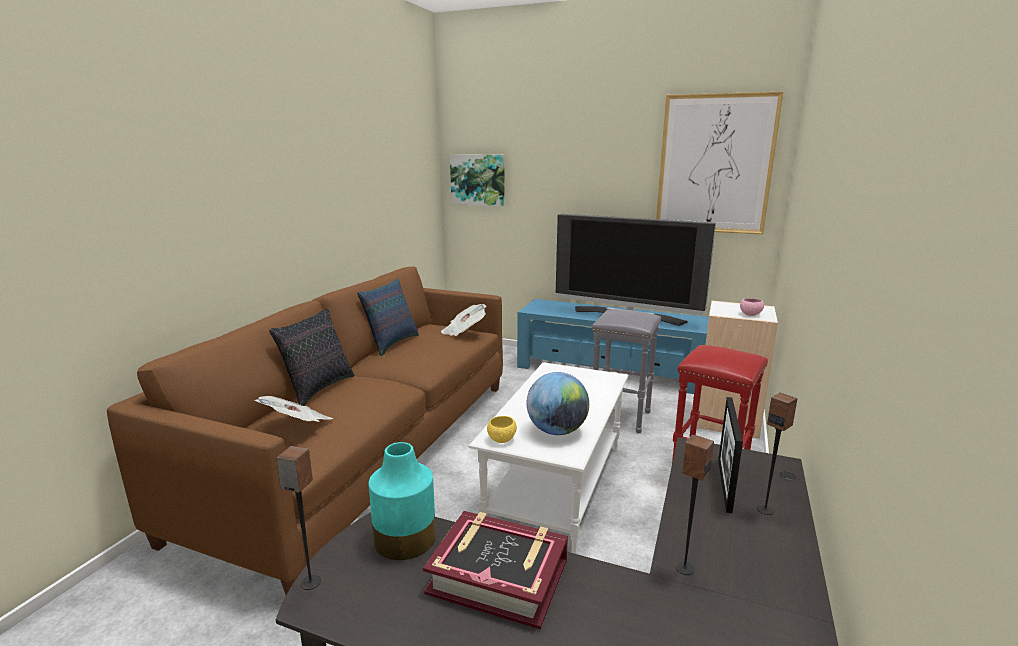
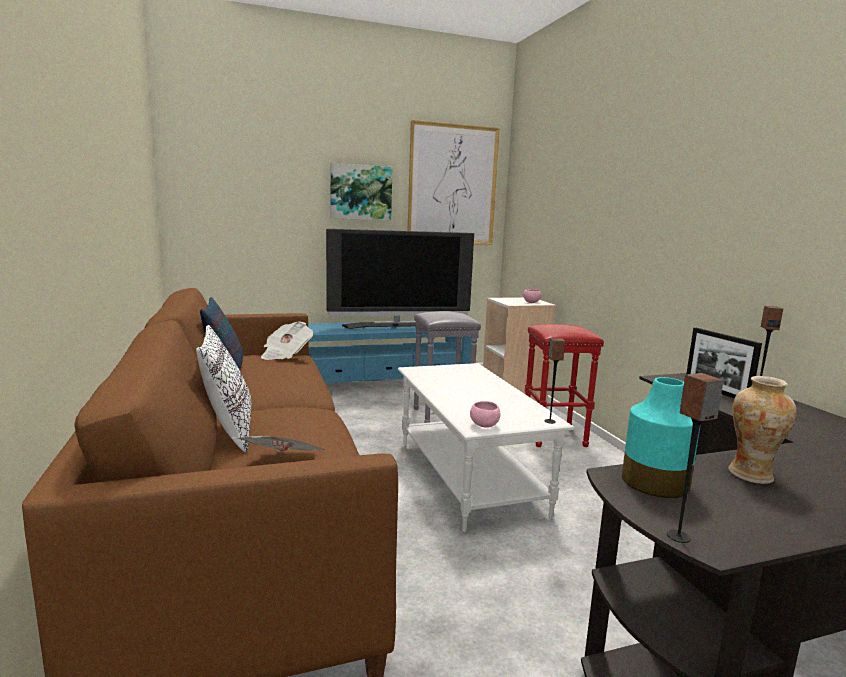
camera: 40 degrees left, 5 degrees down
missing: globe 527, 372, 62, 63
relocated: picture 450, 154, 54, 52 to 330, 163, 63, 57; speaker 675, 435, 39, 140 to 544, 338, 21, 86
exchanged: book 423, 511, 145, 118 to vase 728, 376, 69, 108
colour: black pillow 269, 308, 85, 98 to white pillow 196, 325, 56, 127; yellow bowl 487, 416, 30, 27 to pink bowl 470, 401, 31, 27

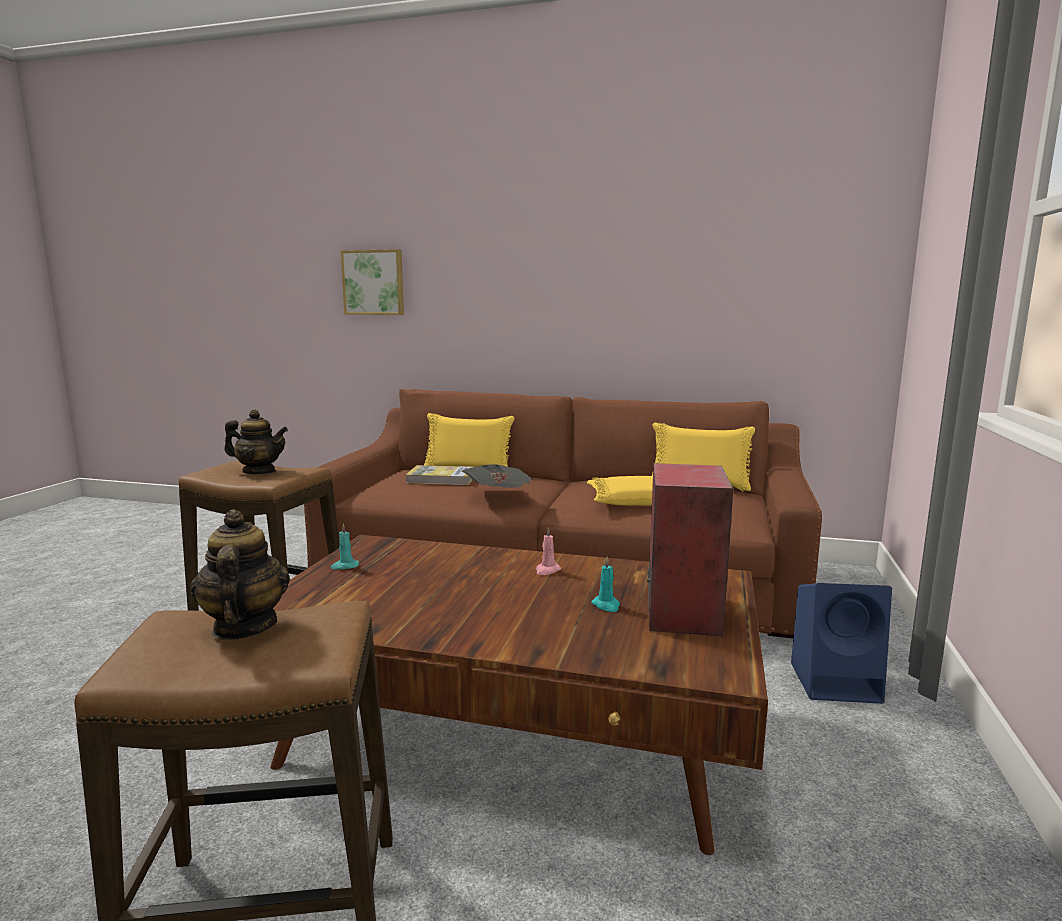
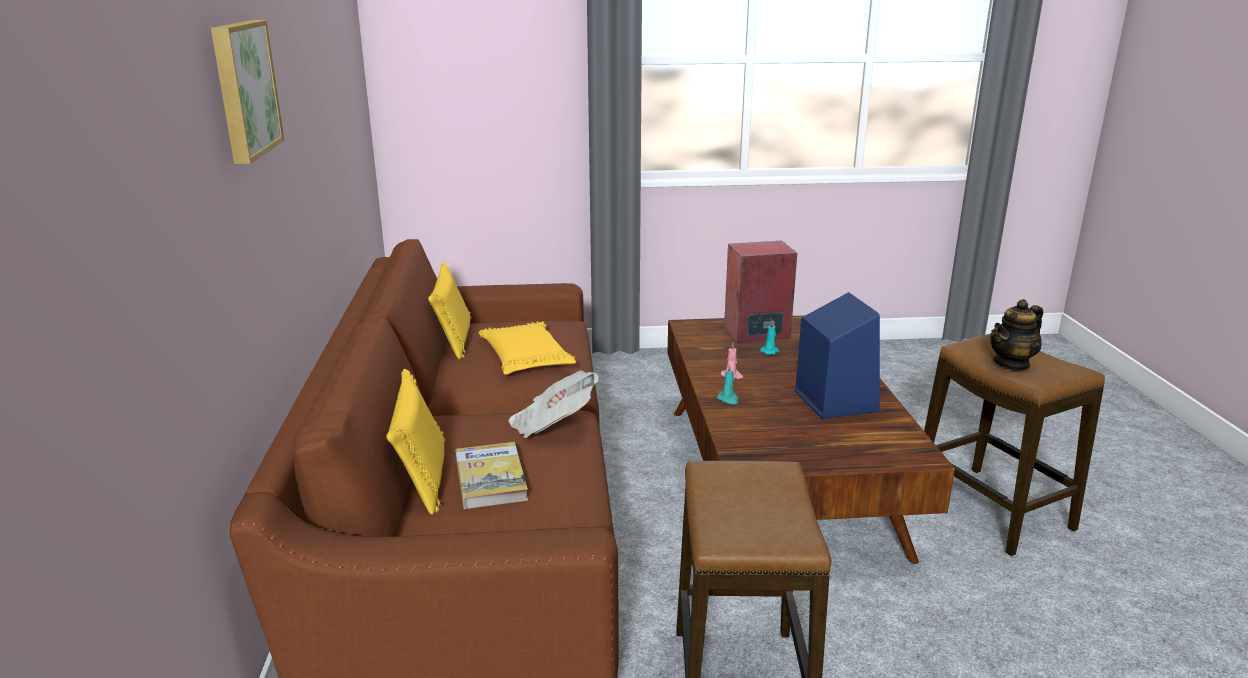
camera: 110 degrees left, 10 degrees up
missing: teapot 224, 410, 64, 64
relocated: picture 341, 249, 63, 66 to 211, 20, 73, 144; turquoise candle 330, 524, 29, 46 to 717, 364, 21, 40; blue speaker 791, 583, 101, 121 to 795, 292, 85, 127

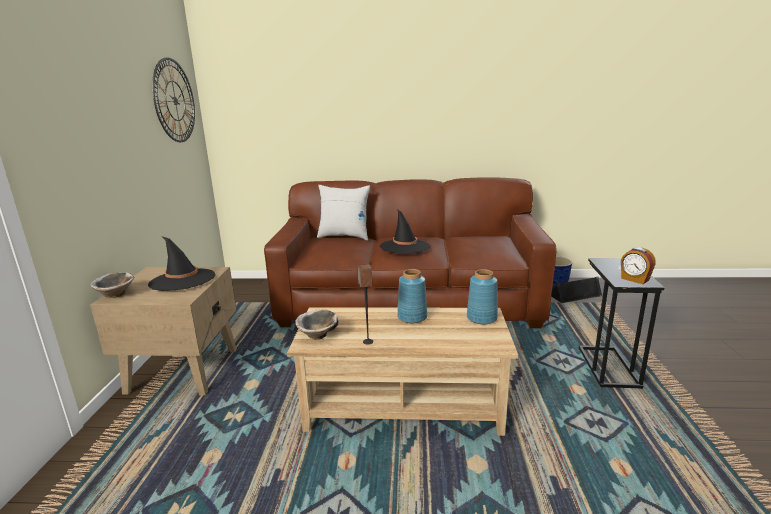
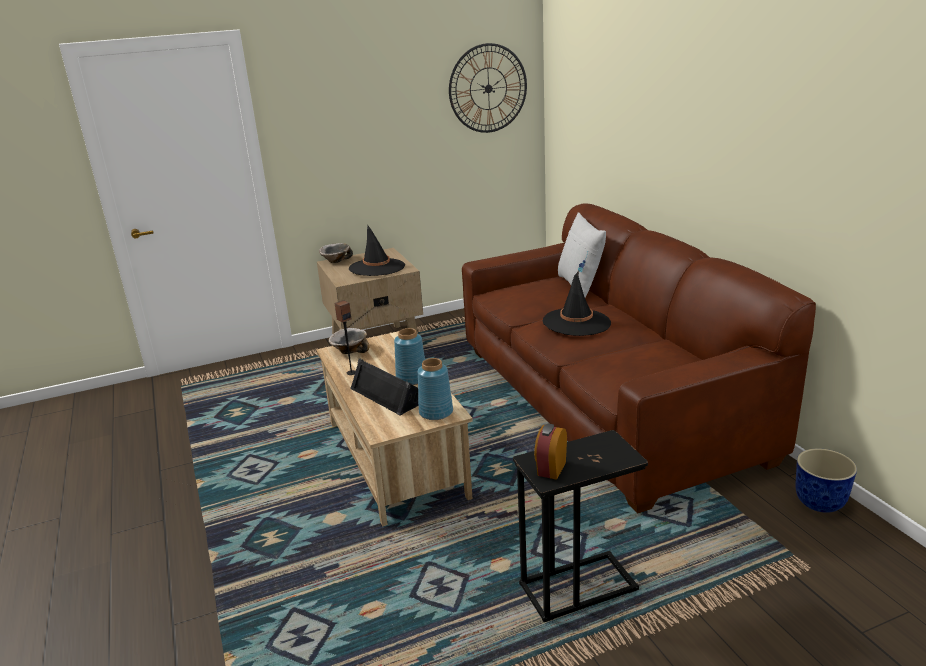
camera: 65 degrees right, 5 degrees up
relocated: black speaker 551, 277, 51, 26 to 350, 358, 69, 58

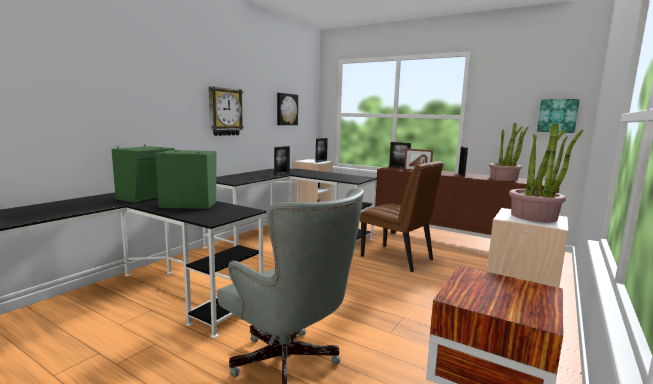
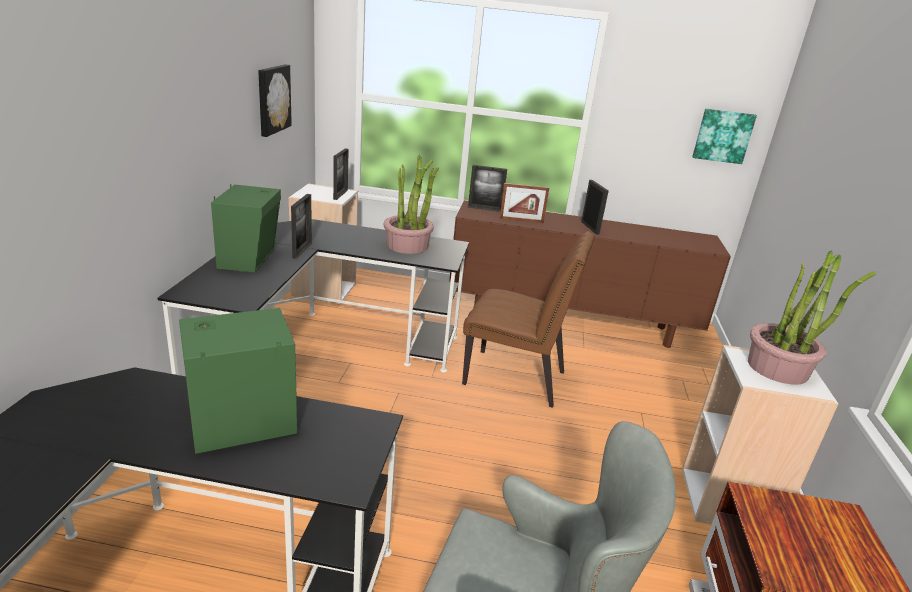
camera: 25 degrees left, 15 degrees up
missing: wall clock 209, 86, 35, 50
relocated: green speaker 112, 145, 63, 58 to 211, 184, 70, 89; potted plant 489, 123, 40, 58 to 384, 154, 55, 100

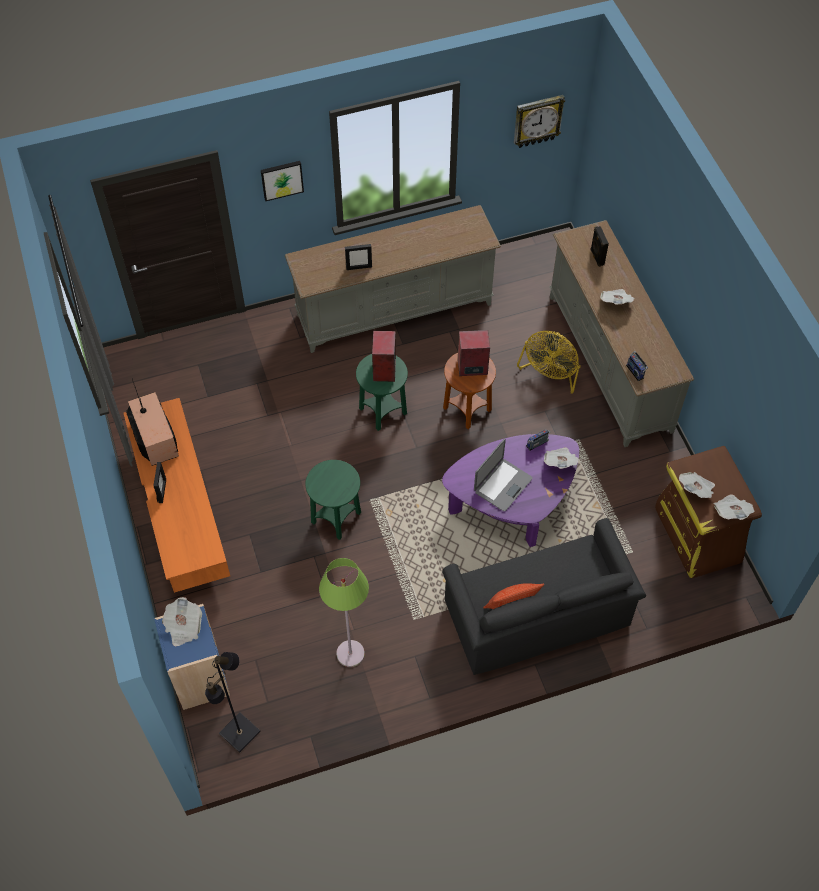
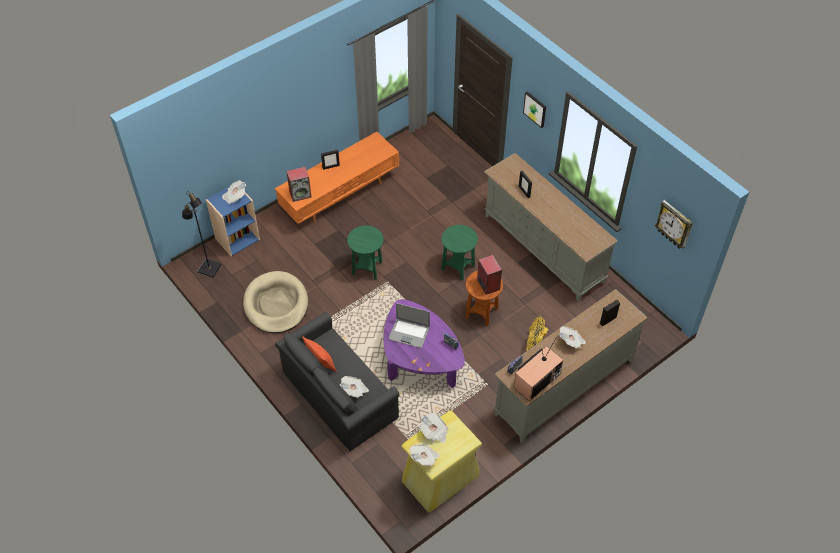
camera: 70 degrees right, 5 degrees down
relocated: speaker 372, 331, 24, 51 to 286, 167, 26, 35; newspaper 544, 447, 35, 22 to 340, 376, 29, 22; television 126, 378, 53, 88 to 514, 337, 49, 64
exchanged: green floor lamp 319, 558, 50, 109 to beige dog bed 243, 271, 65, 62
colour: brown nightstand 655, 446, 107, 132 to yellow nightstand 402, 411, 80, 102

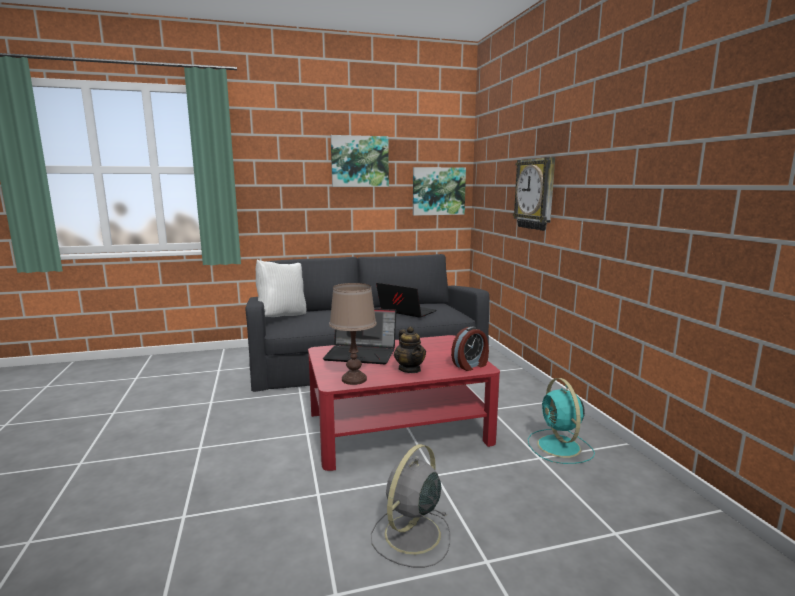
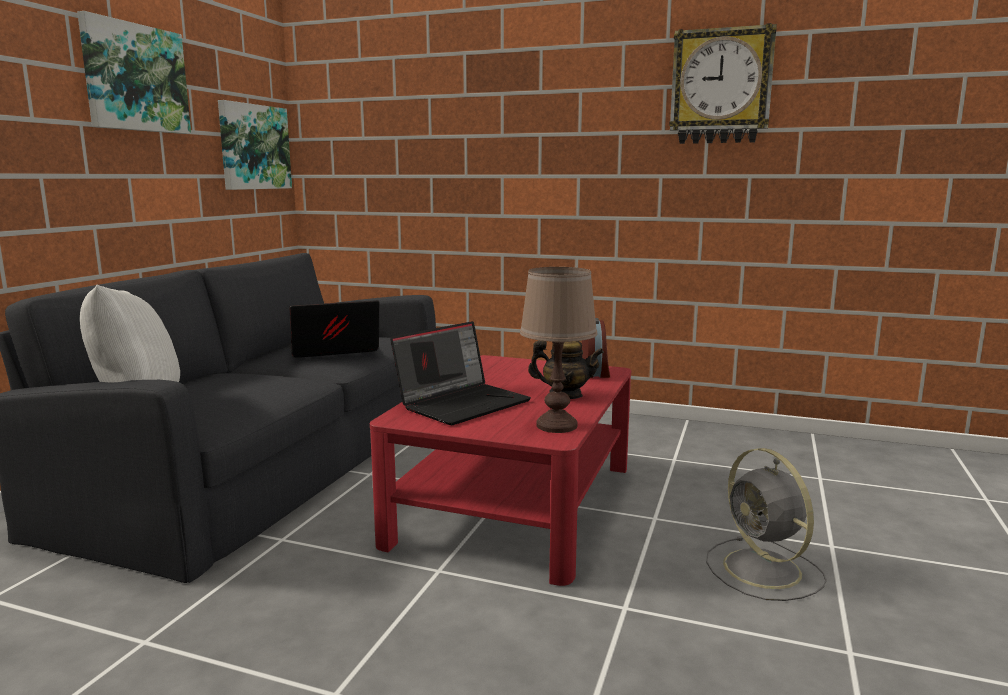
camera: 55 degrees left, 0 degrees up
missing: turquoise fan 528, 378, 67, 86
relocated: wall clock 513, 157, 42, 74 to 669, 23, 108, 121

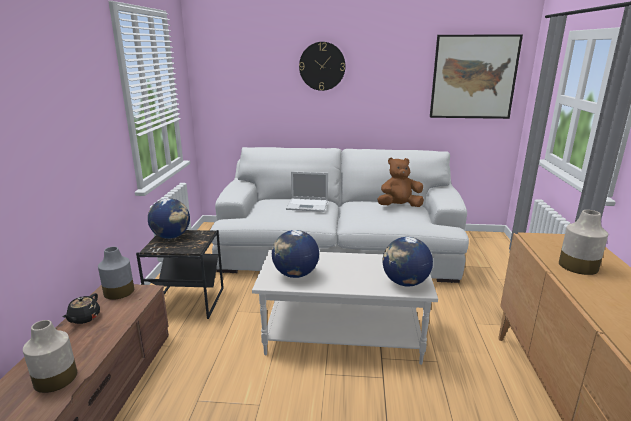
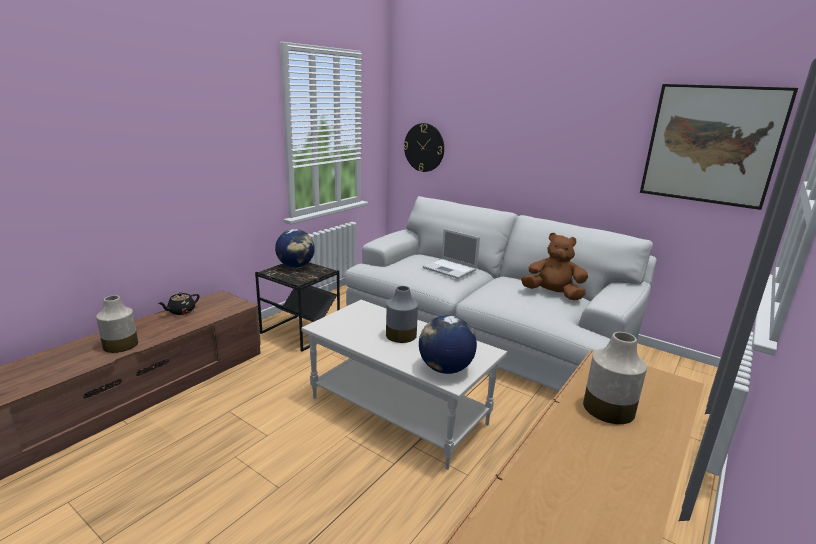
camera: 30 degrees right, 0 degrees up
missing: globe 272, 230, 47, 48
relocated: grey vase 98, 247, 36, 53 to 386, 286, 32, 57; wall clock 299, 42, 47, 49 to 404, 123, 40, 49

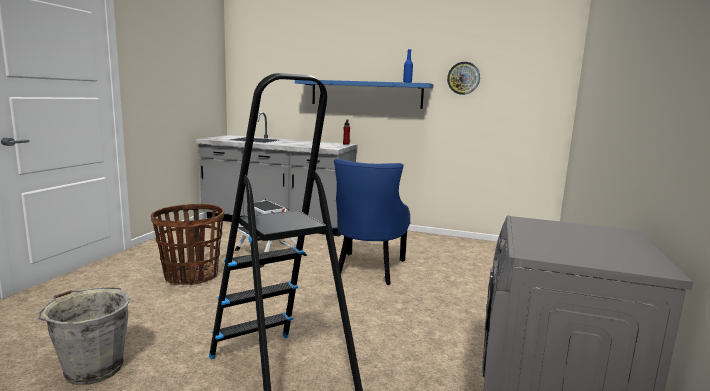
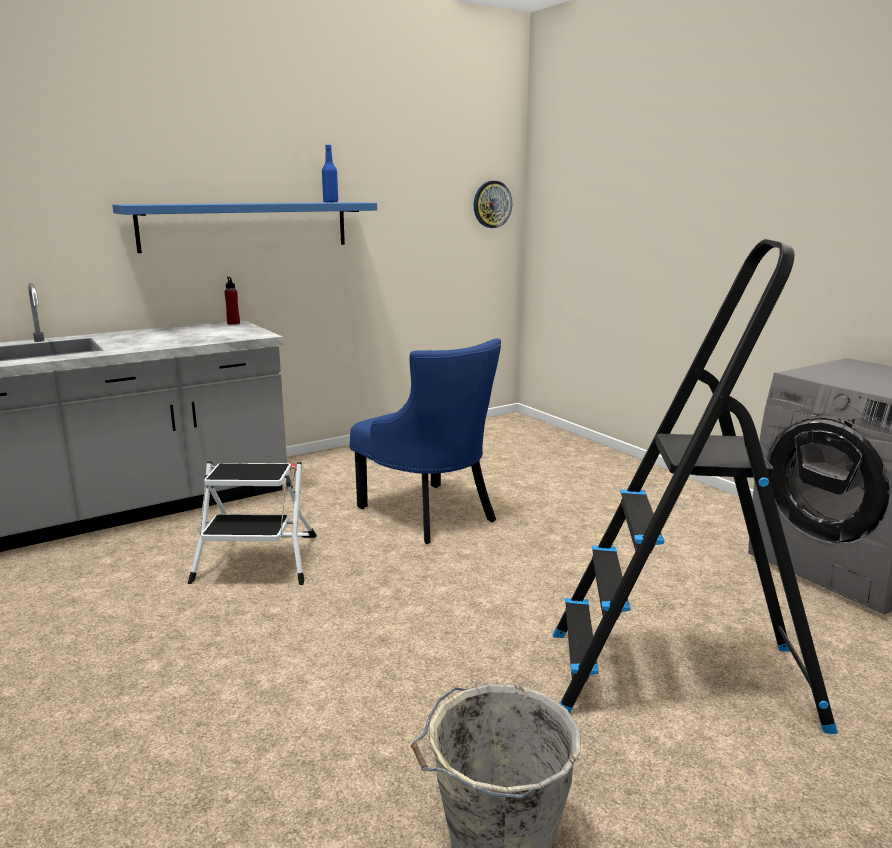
camera: 50 degrees left, 5 degrees up
missing: basket 151, 204, 74, 81
relocated: wall clock 447, 62, 33, 33 to 474, 181, 38, 47

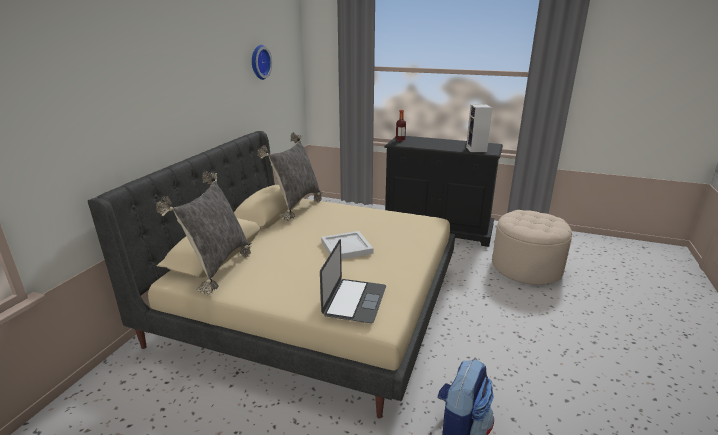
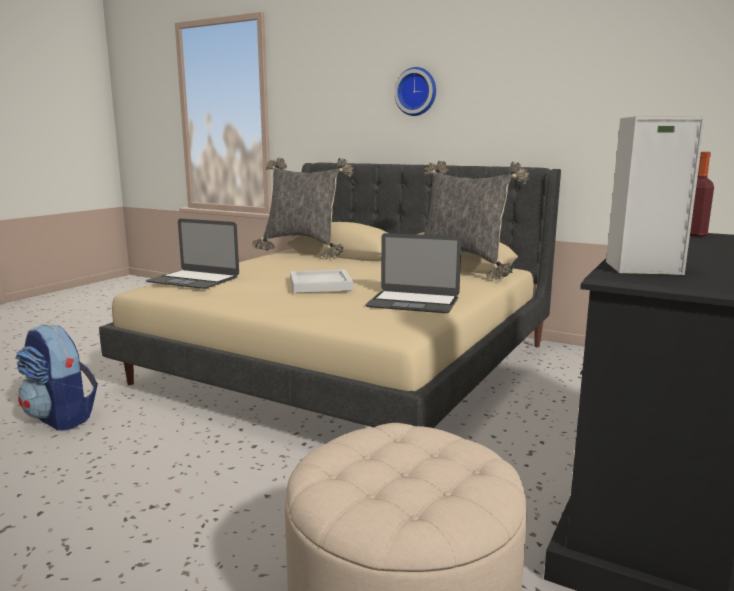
camera: 100 degrees right, 10 degrees down
appeared: laptop 365, 233, 96, 80
relocated: wall clock 252, 45, 20, 35 to 394, 67, 42, 49

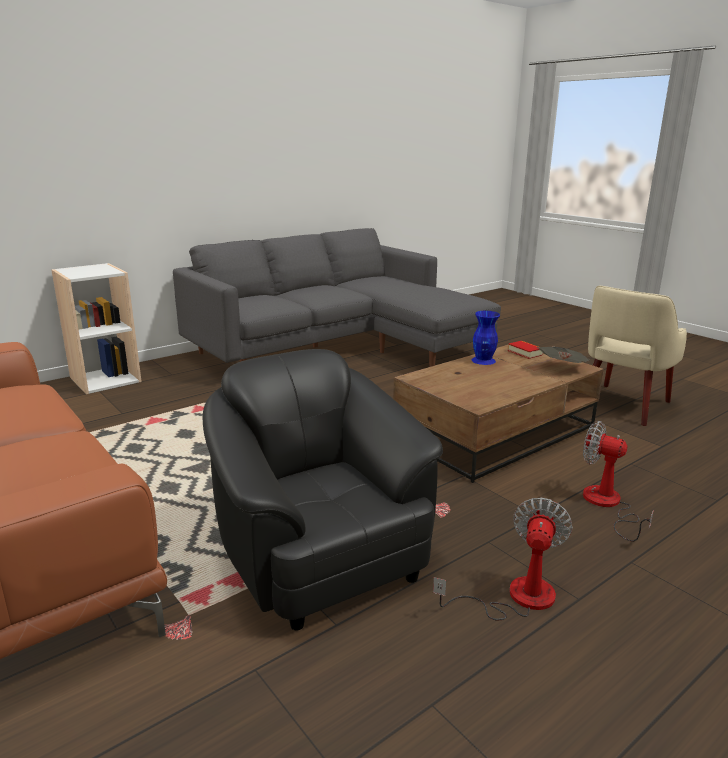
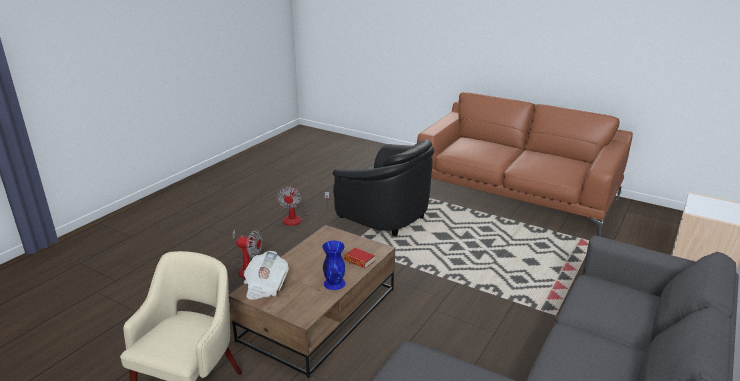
camera: 160 degrees right, 5 degrees up
relocated: book 508, 341, 35, 18 to 344, 248, 31, 20

